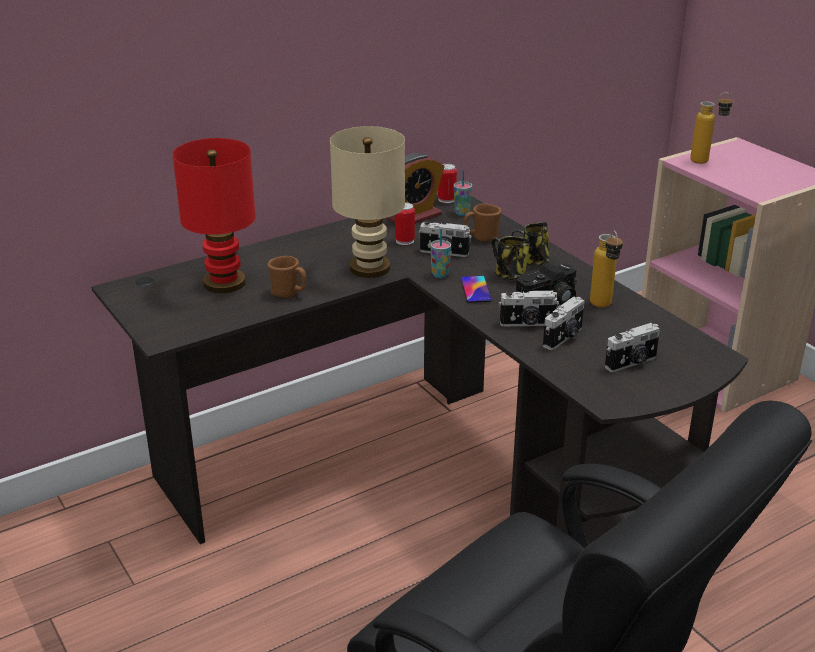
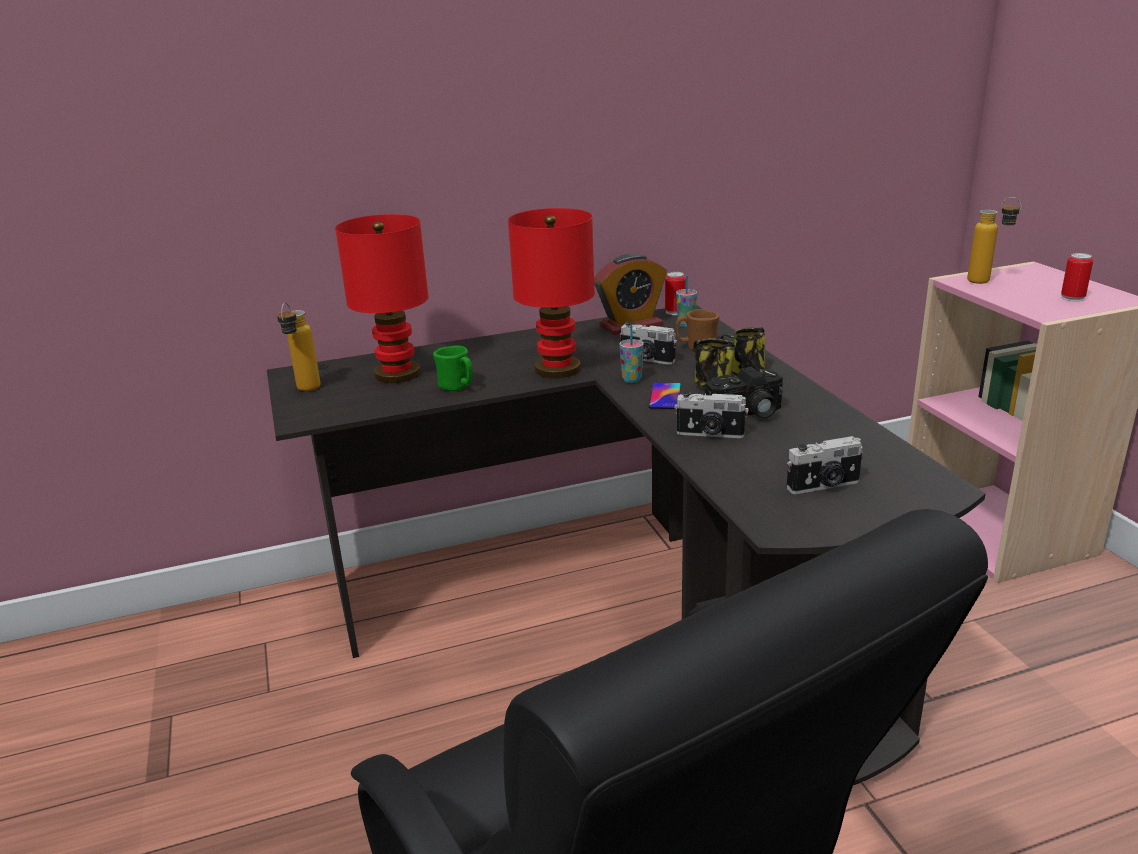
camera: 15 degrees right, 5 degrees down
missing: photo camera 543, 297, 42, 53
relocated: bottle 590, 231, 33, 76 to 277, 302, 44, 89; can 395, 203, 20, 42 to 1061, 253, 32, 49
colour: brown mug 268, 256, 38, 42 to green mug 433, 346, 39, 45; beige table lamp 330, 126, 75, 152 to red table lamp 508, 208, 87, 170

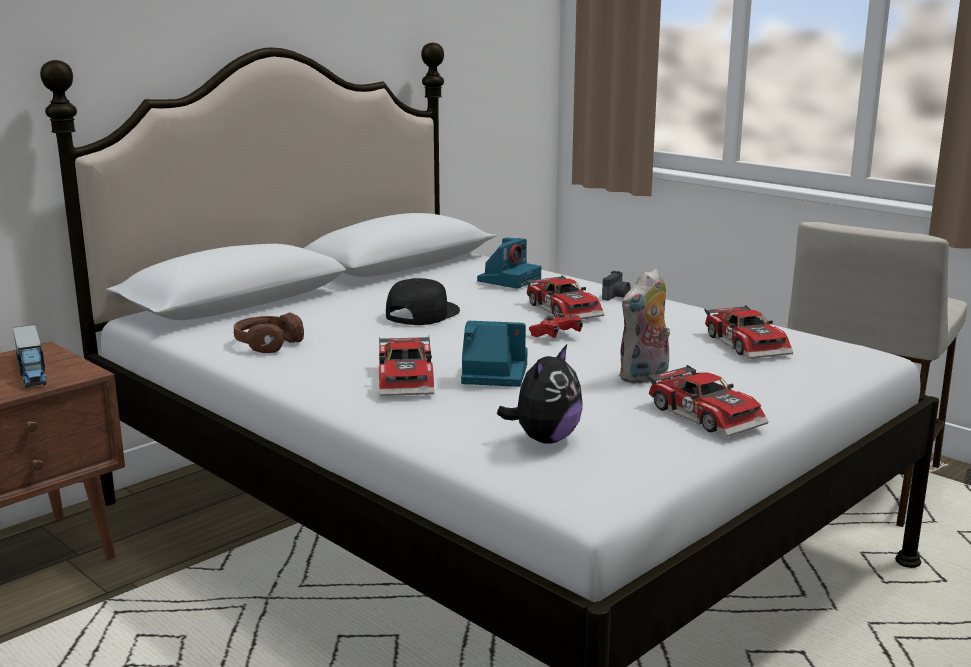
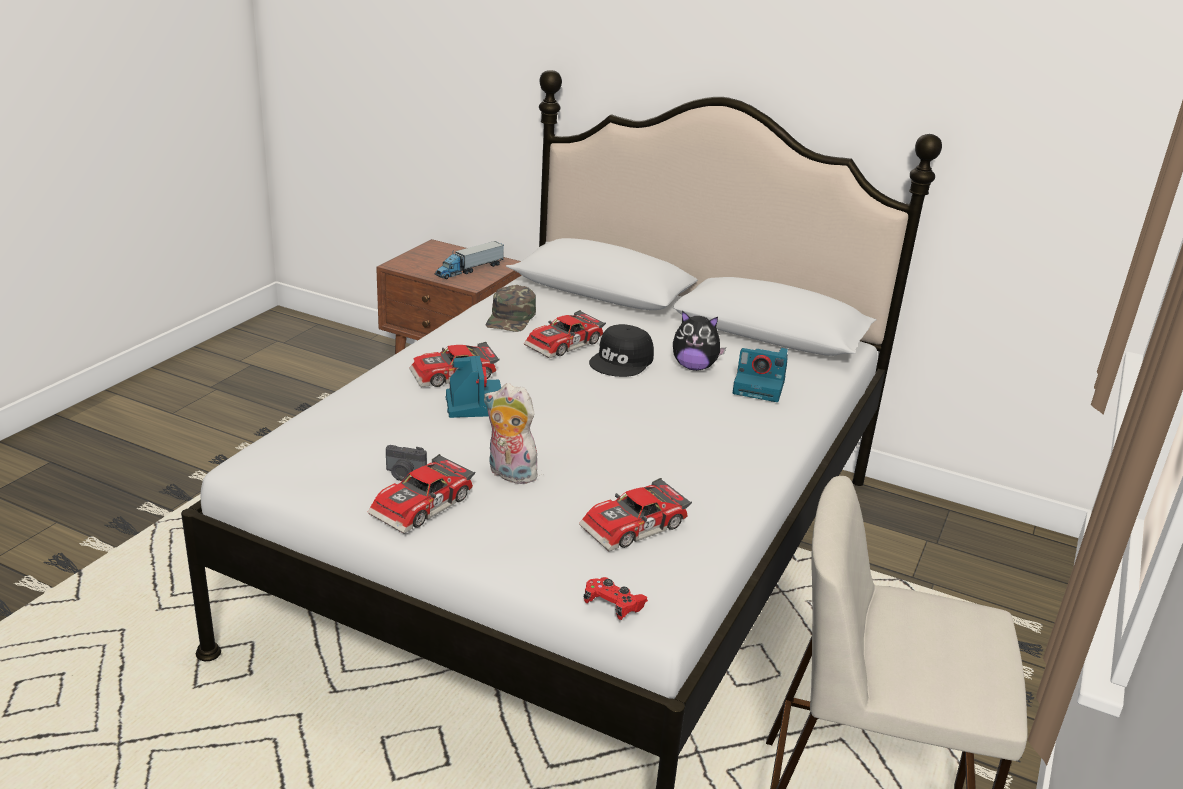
camera: 70 degrees right, 10 degrees up
relocated: photo camera 602, 271, 28, 29 to 386, 445, 41, 36; toy car 525, 275, 80, 44 to 524, 310, 82, 48; red game controller 528, 313, 54, 25 to 583, 577, 65, 43; plush toy 497, 345, 86, 99 to 673, 311, 53, 60
exchanged: brown headphones 234, 312, 70, 41 to green cap 486, 285, 50, 47
spun: black cap 386, 278, 74, 47 = 589, 324, 65, 53 105 degrees clockwise

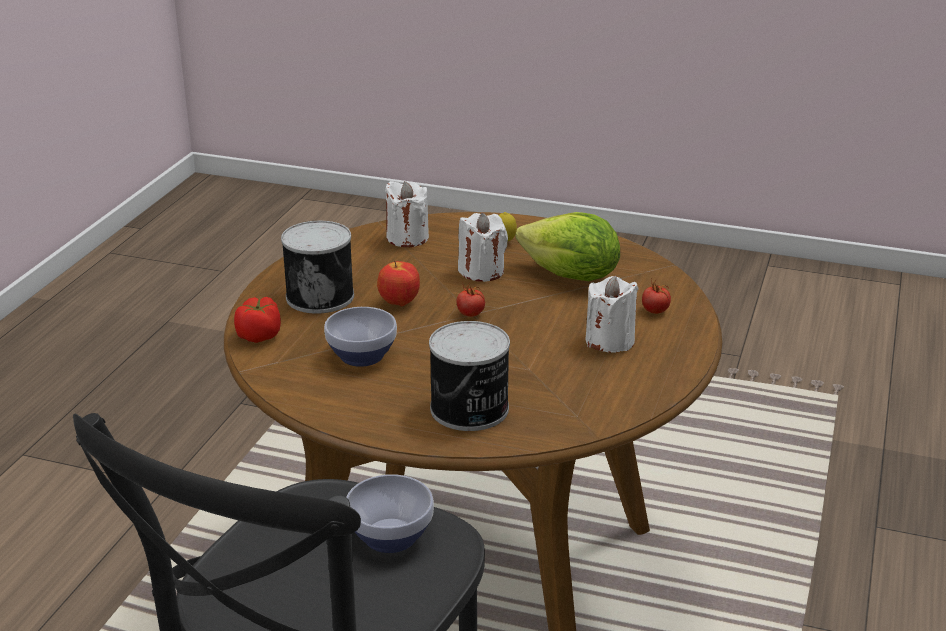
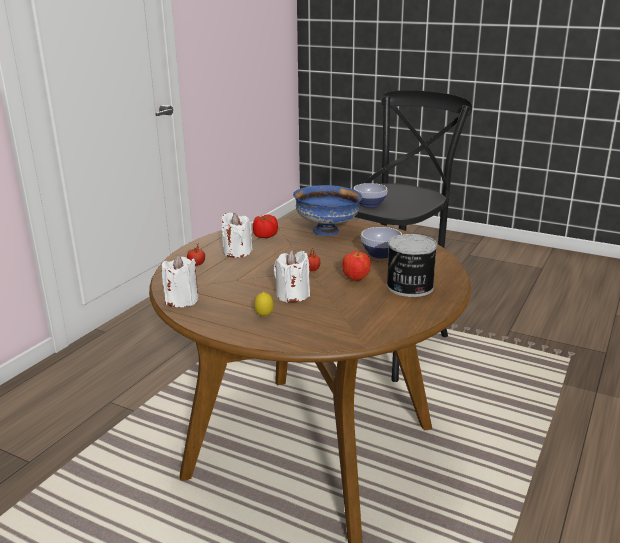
camera: 170 degrees left, 5 degrees down
missing: lettuce 516, 212, 104, 69
relocated: white candle 385, 181, 44, 66 to 162, 255, 37, 52; tomato 234, 297, 47, 46 to 253, 214, 25, 24
exchanged: can 429, 321, 81, 110 to blue bowl 293, 185, 69, 51

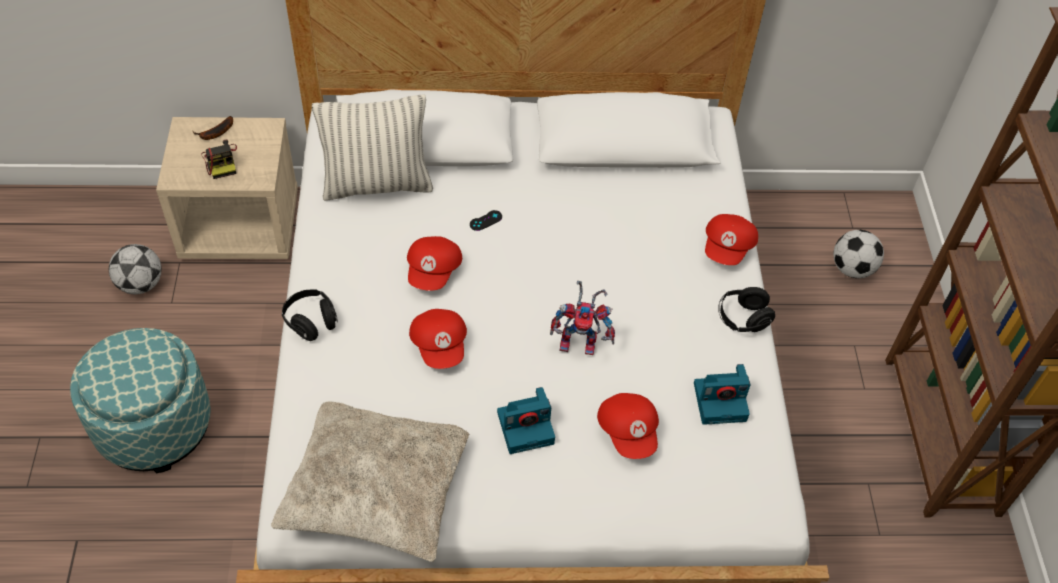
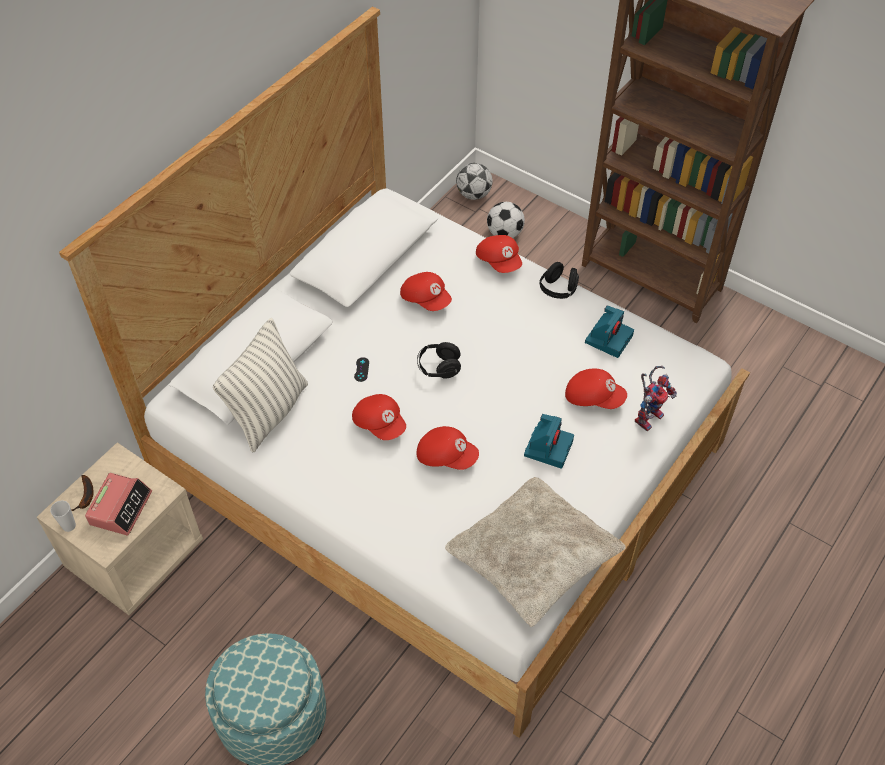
camera: 50 degrees left, 0 degrees up
appeared: cup 50, 500, 26, 32; red cap 400, 272, 52, 39
relocated: black headphones 281, 289, 57, 52 to 417, 342, 44, 37; football 109, 244, 53, 50 to 456, 163, 37, 37; toy robot 550, 281, 65, 74 to 635, 366, 42, 65
exchanged: photo camera 201, 139, 36, 40 to alarm clock 85, 473, 67, 63

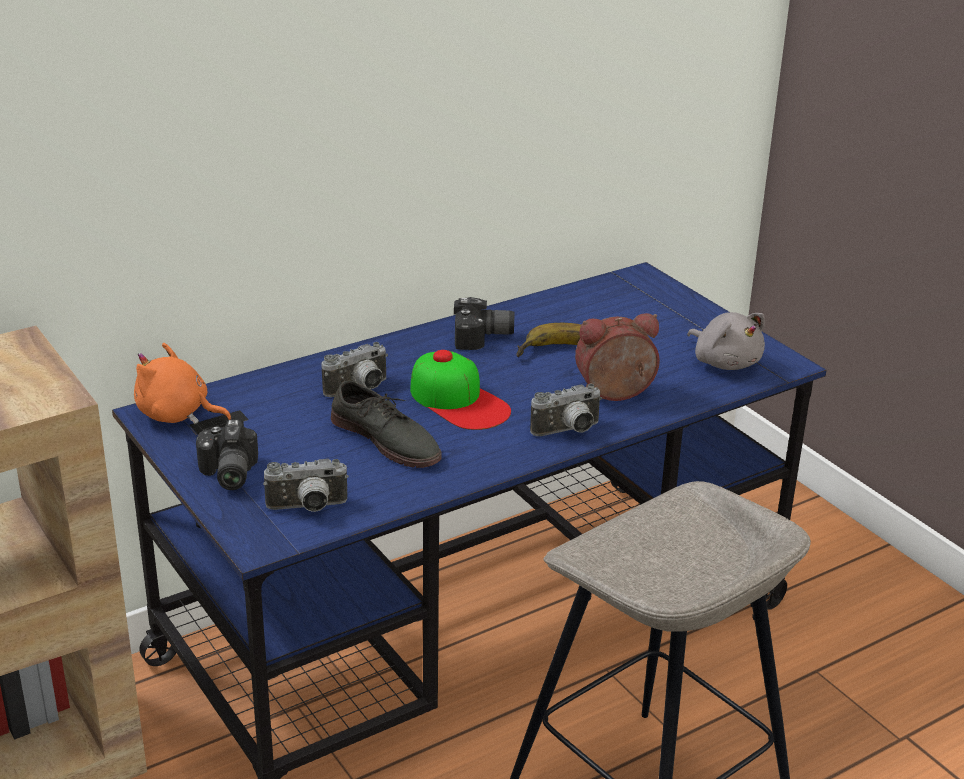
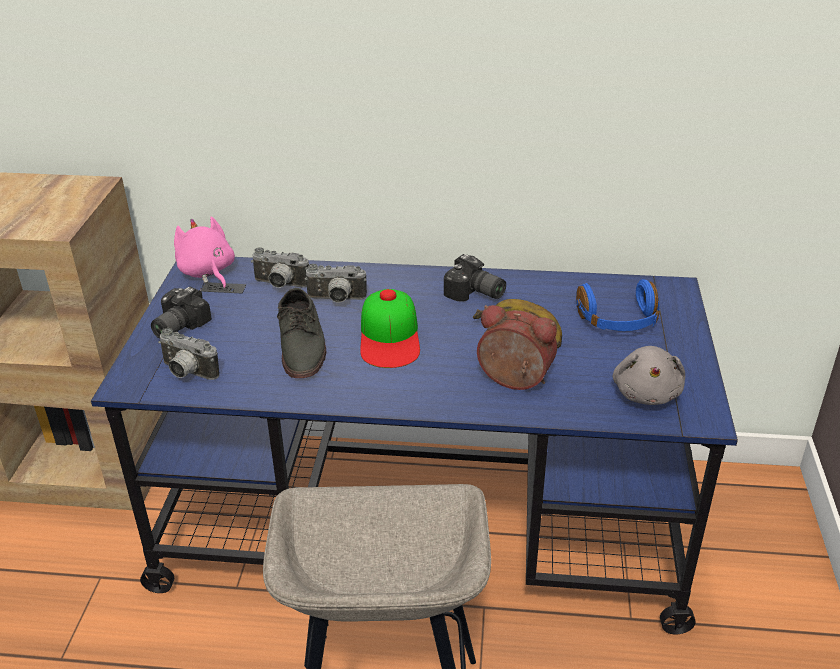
camera: 40 degrees right, 5 degrees up
appeared: blue headphones 576, 279, 84, 52
relocated: photo camera 530, 383, 72, 53 to 251, 247, 58, 41
colour: orange plush toy 134, 343, 97, 81 to pink plush toy 174, 216, 61, 73

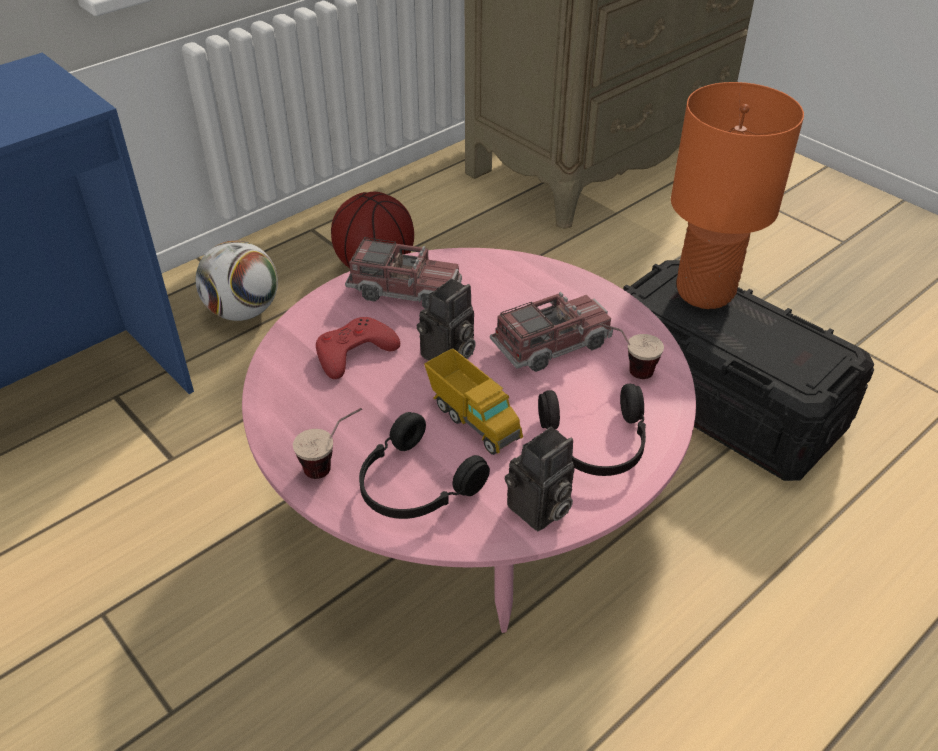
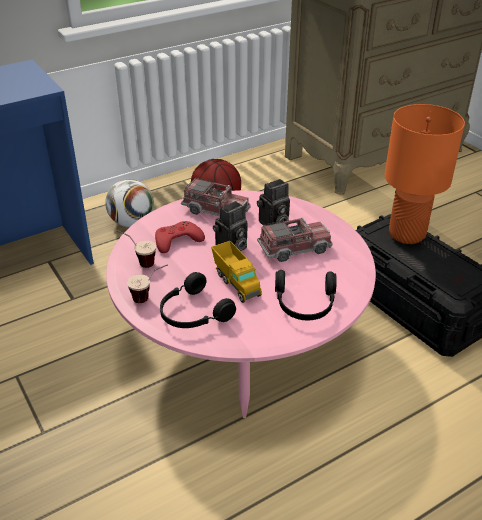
camera: 10 degrees right, 5 degrees down
relocated: cup 599, 323, 65, 56 to 117, 230, 39, 38; photo camera 505, 427, 69, 104 to 257, 179, 33, 47

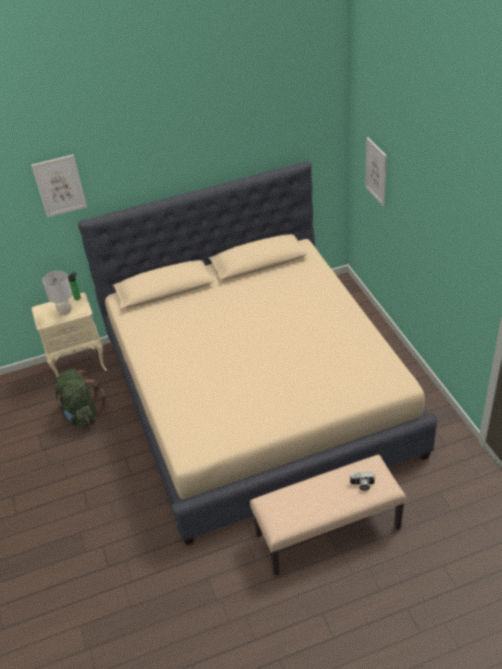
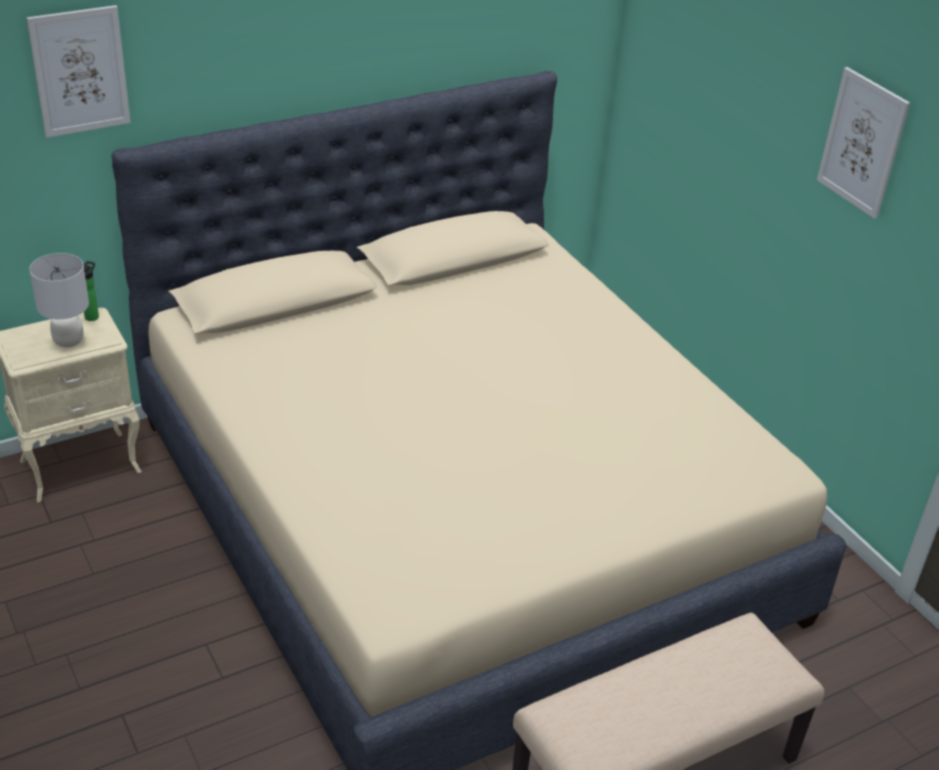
camera: 15 degrees left, 5 degrees down
missing: green backpack 54, 369, 52, 60; photo camera 349, 472, 27, 19
relocated: picture 365, 137, 22, 69 to 817, 67, 93, 152

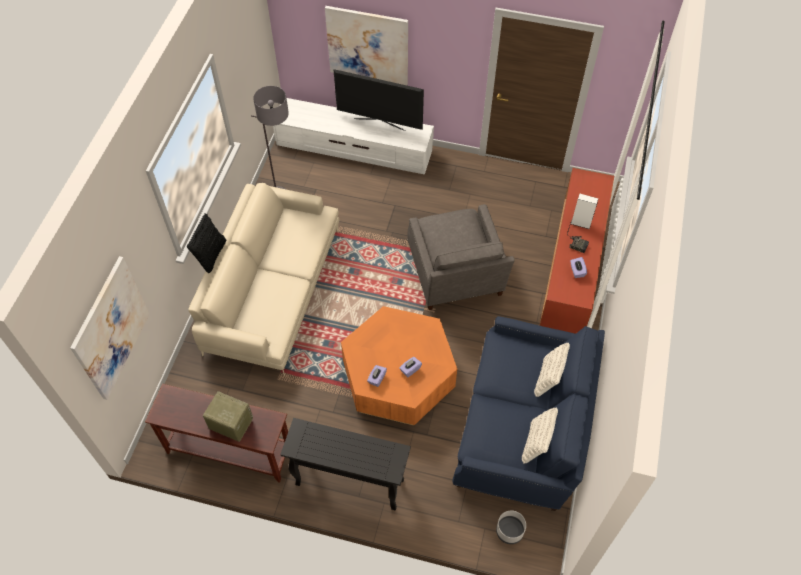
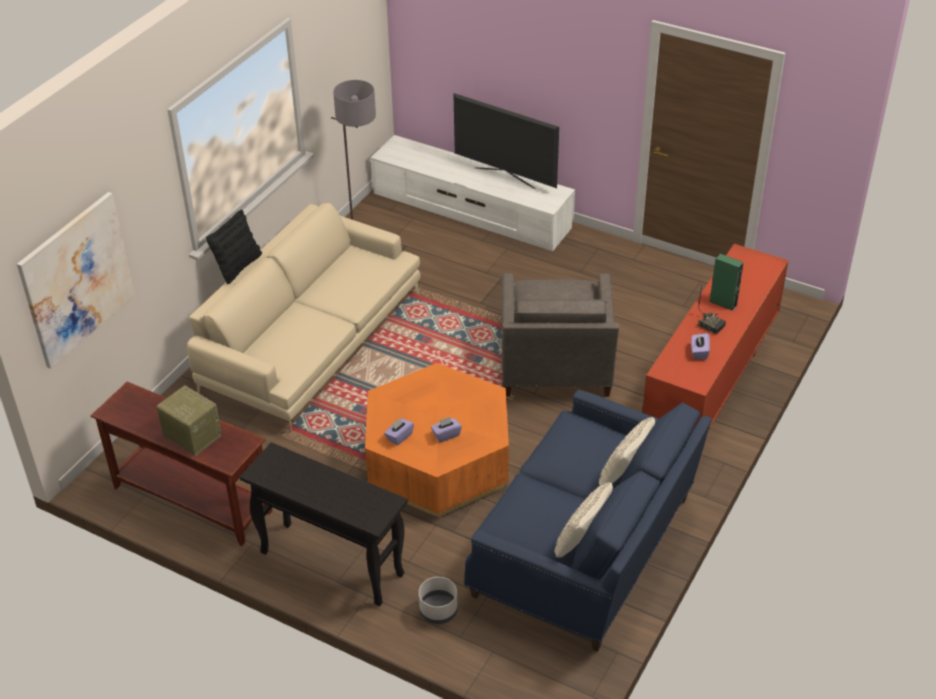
camera: 15 degrees right, 15 degrees down
missing: picture 325, 6, 83, 79
relocated: grey planter 496, 510, 30, 34 to 419, 577, 39, 47
colour: white speaker 571, 194, 27, 35 to green speaker 709, 254, 35, 57

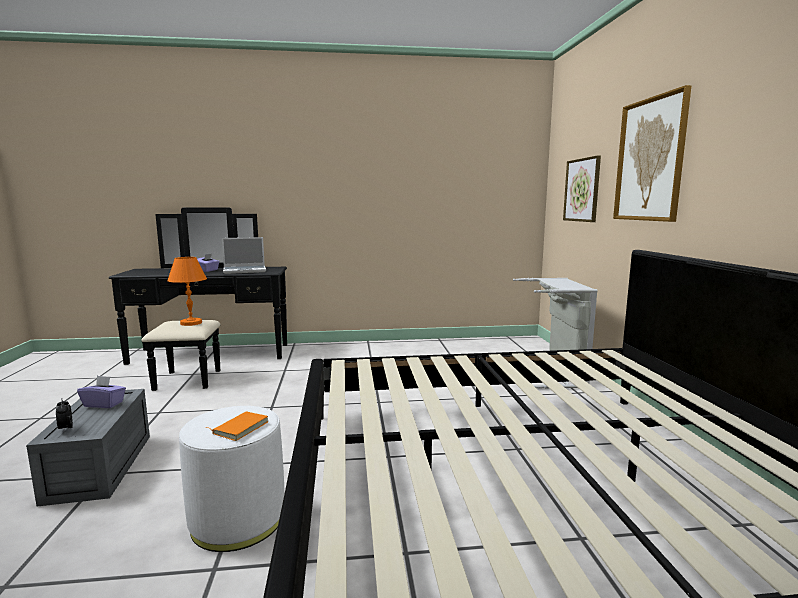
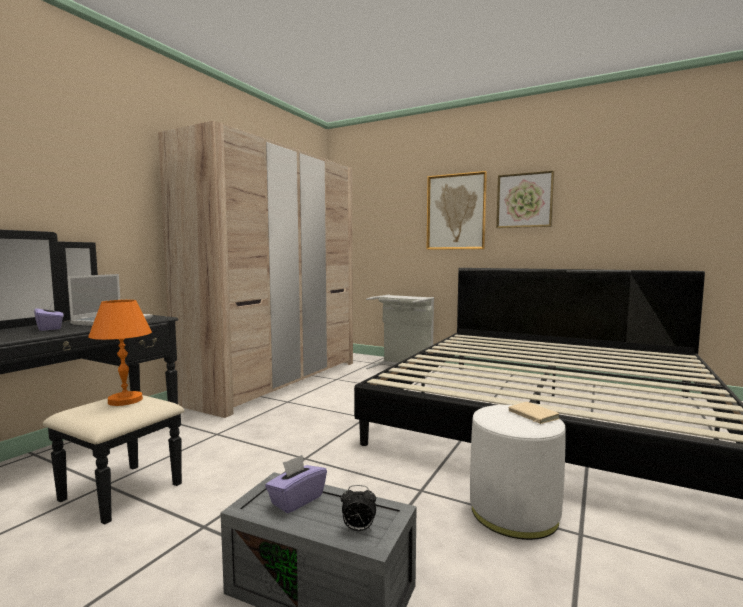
camera: 55 degrees left, 5 degrees down
appeared: beige wardrobe 158, 121, 195, 297
relocated: picture 563, 155, 38, 67 to 496, 171, 58, 57
colour: orange book 206, 411, 63, 30 to beige book 509, 402, 51, 22

